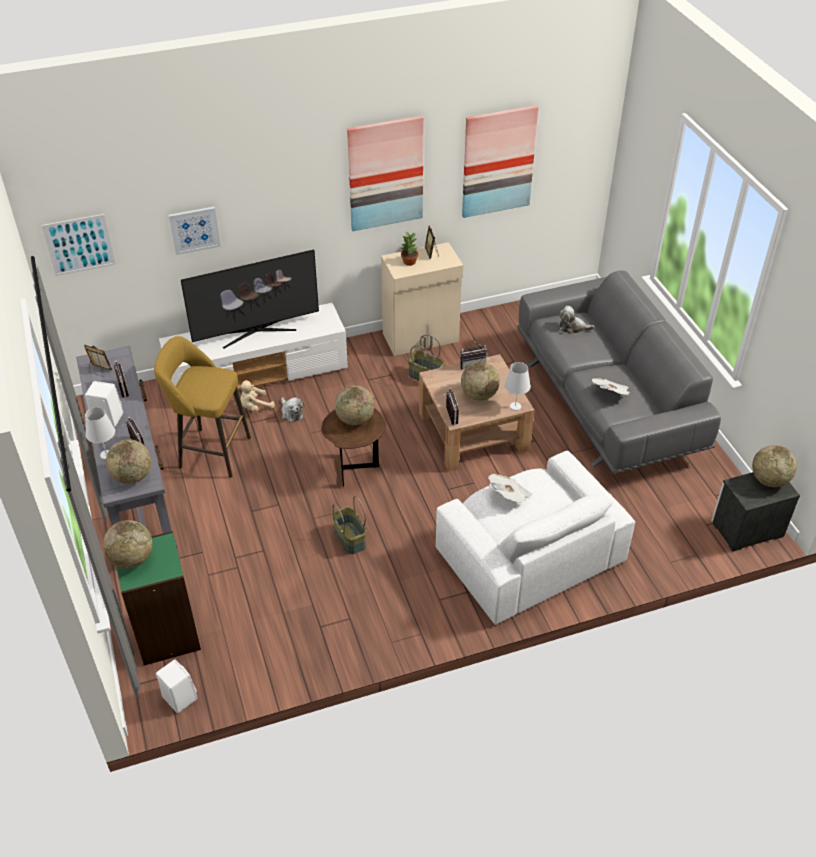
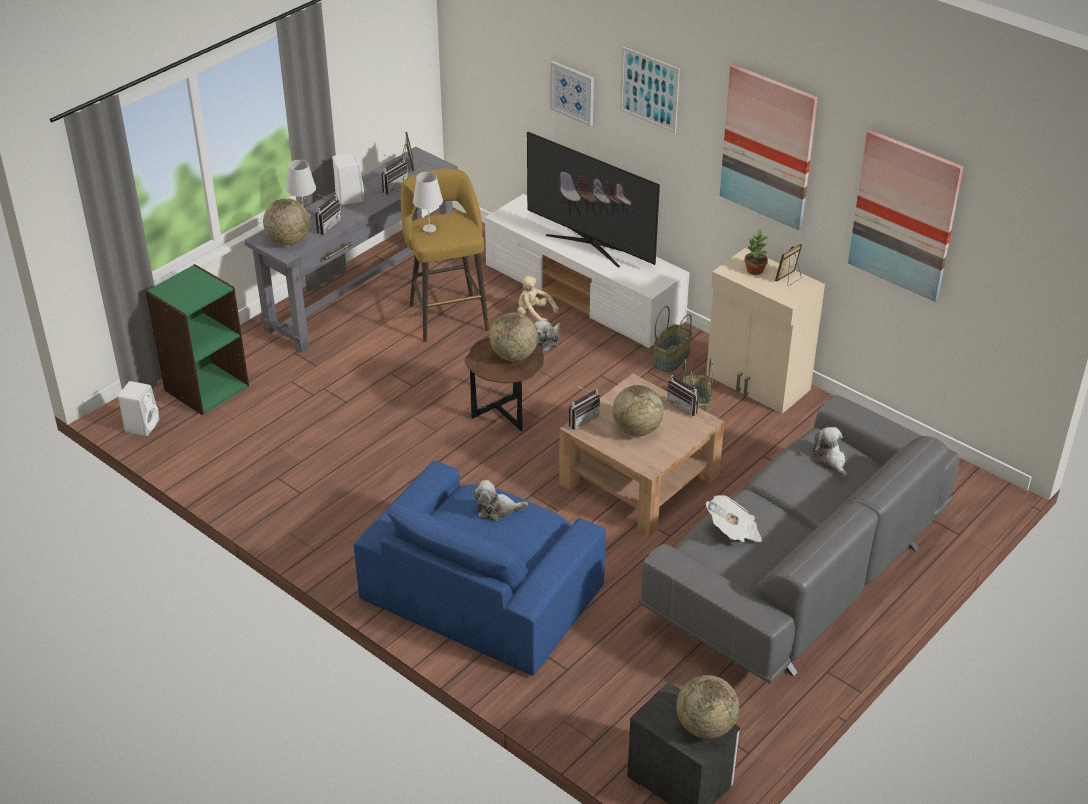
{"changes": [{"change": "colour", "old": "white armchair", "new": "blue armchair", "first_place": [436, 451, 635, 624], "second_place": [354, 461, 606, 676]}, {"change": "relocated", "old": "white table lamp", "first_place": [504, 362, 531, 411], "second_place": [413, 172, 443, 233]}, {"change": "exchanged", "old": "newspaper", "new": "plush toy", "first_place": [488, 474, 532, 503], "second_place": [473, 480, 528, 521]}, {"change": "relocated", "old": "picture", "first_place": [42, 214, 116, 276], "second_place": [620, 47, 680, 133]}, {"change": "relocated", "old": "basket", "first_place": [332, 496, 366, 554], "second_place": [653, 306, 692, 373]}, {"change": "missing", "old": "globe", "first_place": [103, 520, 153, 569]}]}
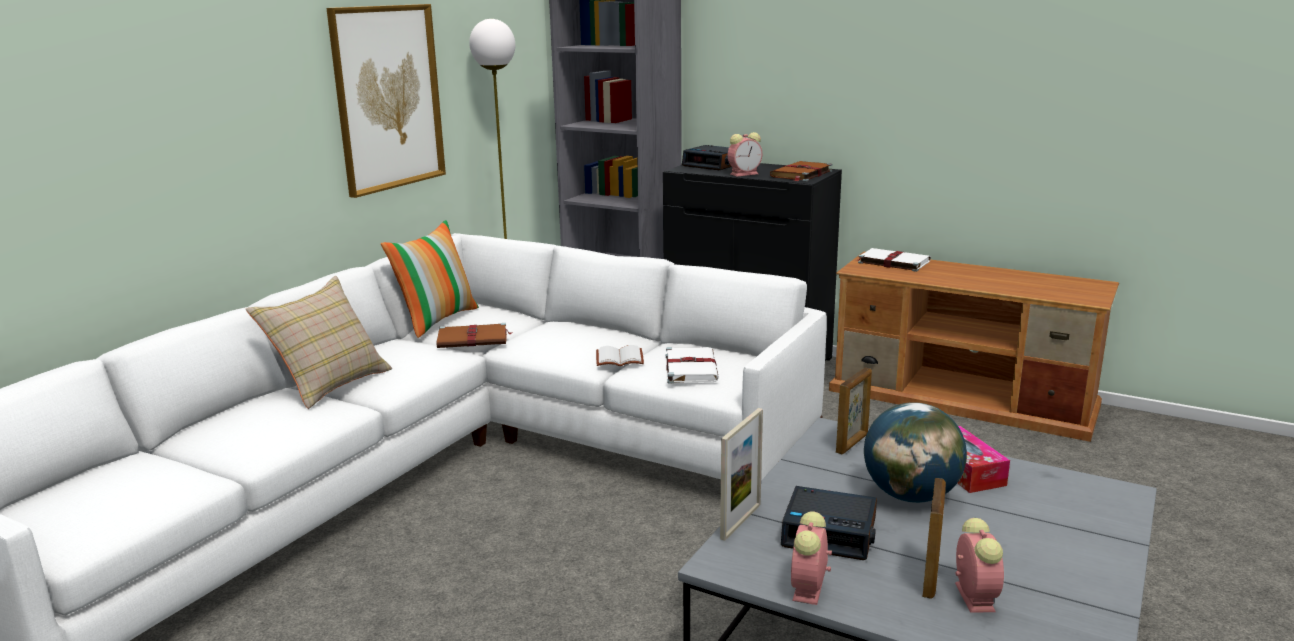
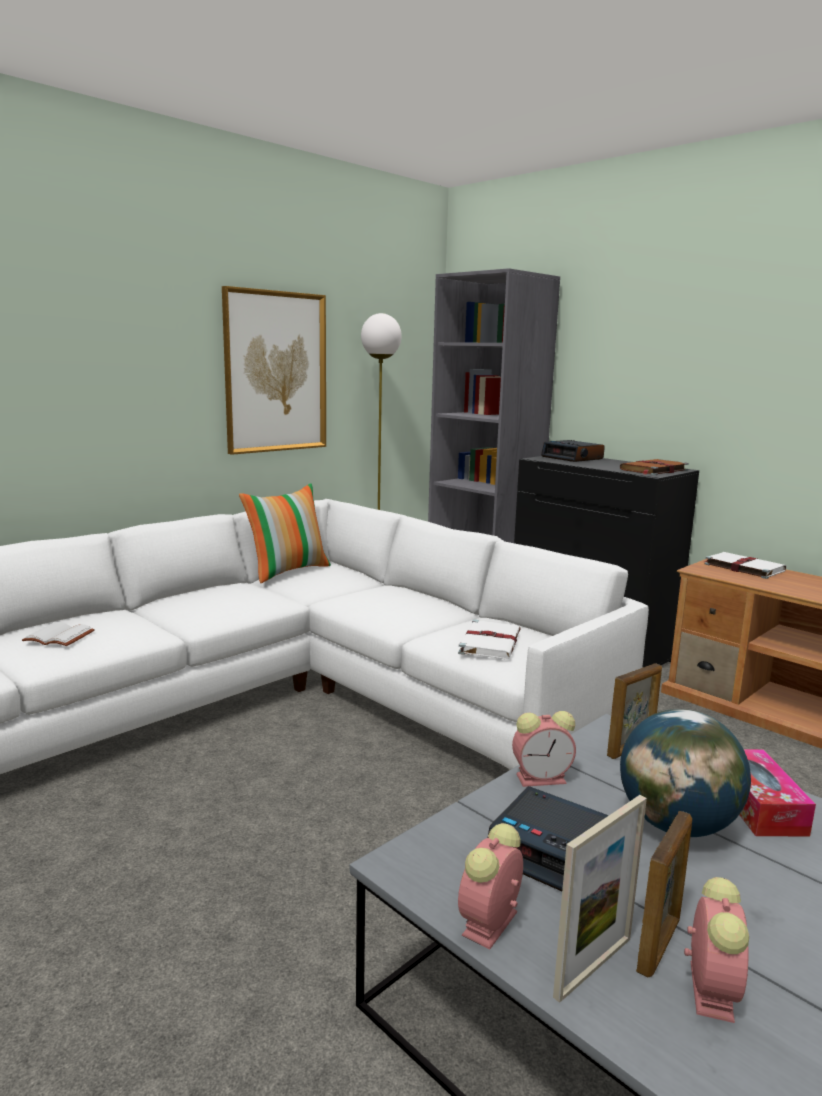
{"changes": [{"change": "relocated", "old": "white book", "first_place": [596, 345, 644, 366], "second_place": [22, 622, 95, 646]}, {"change": "relocated", "old": "alarm clock", "first_place": [727, 132, 762, 176], "second_place": [512, 711, 576, 787]}, {"change": "relocated", "old": "picture frame", "first_place": [720, 408, 763, 541], "second_place": [553, 795, 647, 1003]}, {"change": "missing", "old": "beige pillow", "first_place": [246, 276, 392, 409]}, {"change": "missing", "old": "brown book", "first_place": [437, 323, 513, 348]}]}
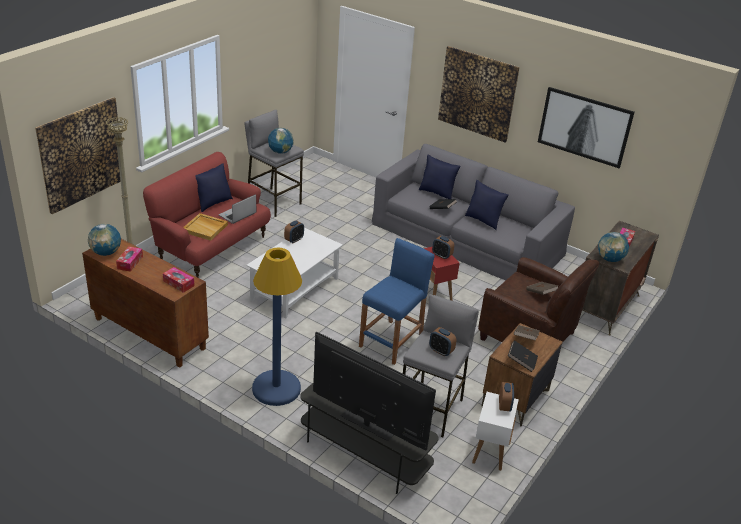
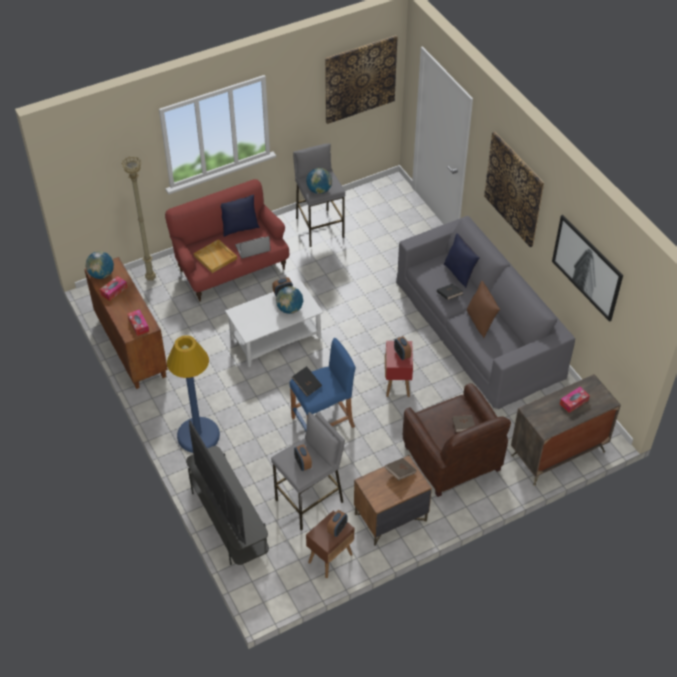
{"changes": [{"change": "relocated", "old": "globe", "first_place": [598, 232, 629, 262], "second_place": [276, 286, 303, 314]}, {"change": "relocated", "old": "black book", "first_place": [508, 340, 538, 372], "second_place": [292, 366, 322, 397]}, {"change": "colour", "old": "white side table", "new": "brown side table", "first_place": [472, 392, 519, 471], "second_place": [306, 511, 354, 578]}, {"change": "relocated", "old": "picture", "first_place": [35, 97, 121, 214], "second_place": [325, 35, 398, 124]}, {"change": "colour", "old": "blue pillow", "new": "brown pillow", "first_place": [465, 180, 509, 230], "second_place": [467, 281, 500, 338]}]}
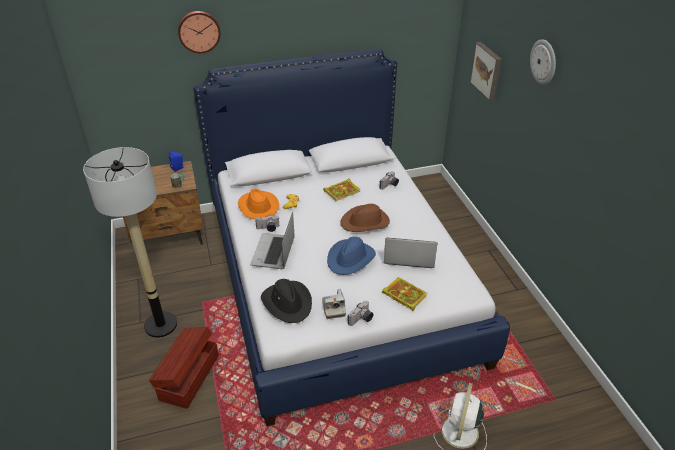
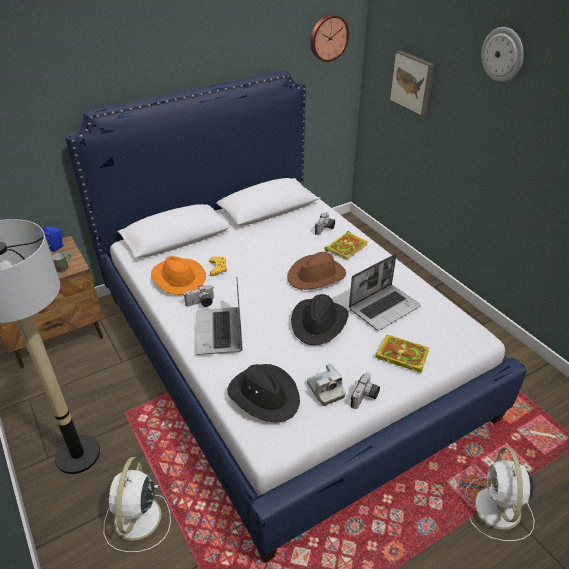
{"changes": [{"change": "exchanged", "old": "brown storage box", "new": "white fan", "first_place": [149, 326, 219, 409], "second_place": [104, 457, 171, 552]}, {"change": "colour", "old": "blue hat", "new": "black hat", "first_place": [327, 237, 376, 275], "second_place": [291, 294, 349, 345]}, {"change": "relocated", "old": "wall clock", "first_place": [178, 11, 221, 53], "second_place": [310, 14, 349, 62]}, {"change": "relocated", "old": "book", "first_place": [323, 178, 360, 201], "second_place": [324, 231, 368, 260]}, {"change": "spun", "old": "laptop", "first_place": [384, 238, 438, 268], "second_place": [349, 254, 421, 331], "degrees": 150}]}
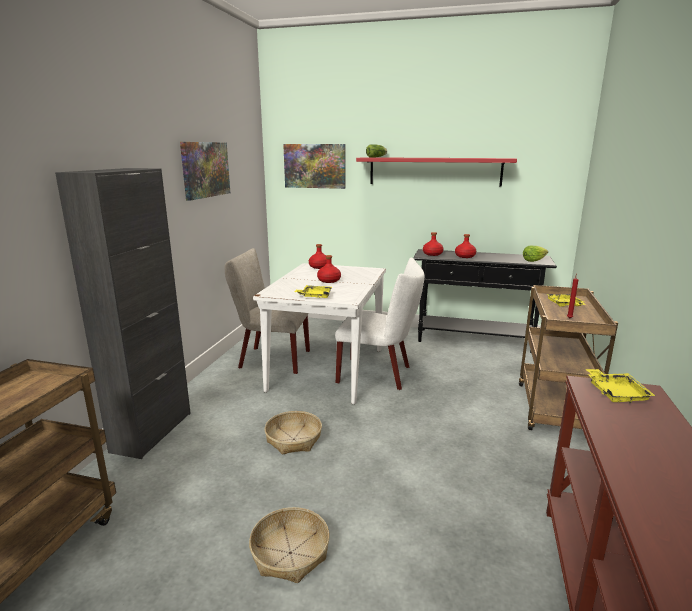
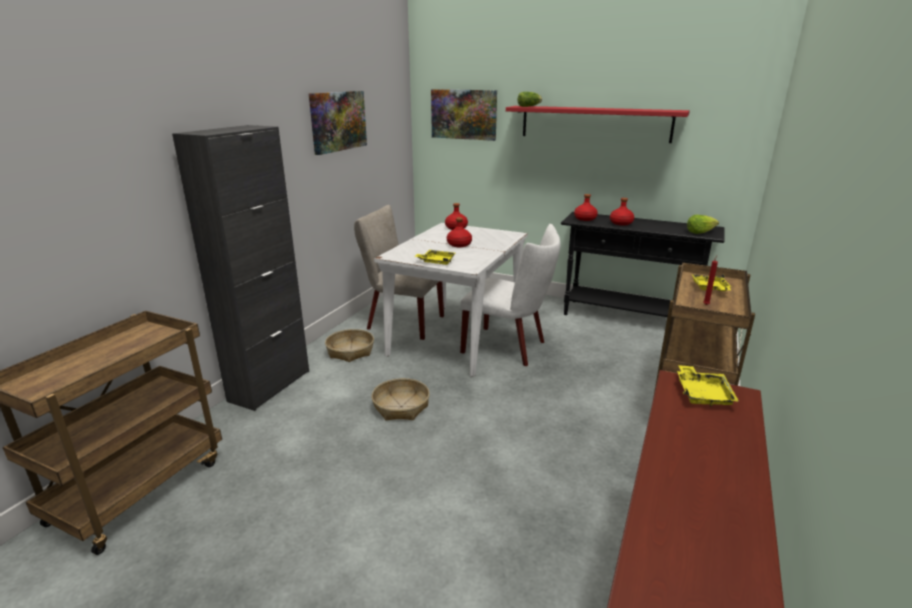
{"changes": [{"change": "relocated", "old": "basket", "first_place": [249, 507, 330, 583], "second_place": [325, 329, 374, 362]}]}
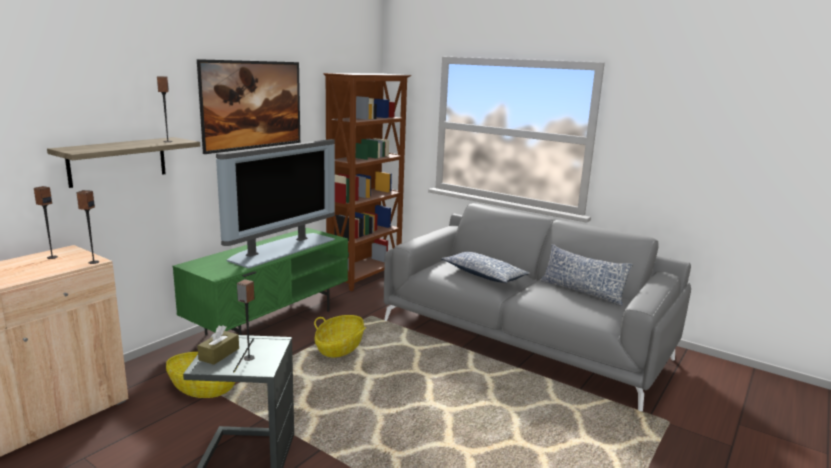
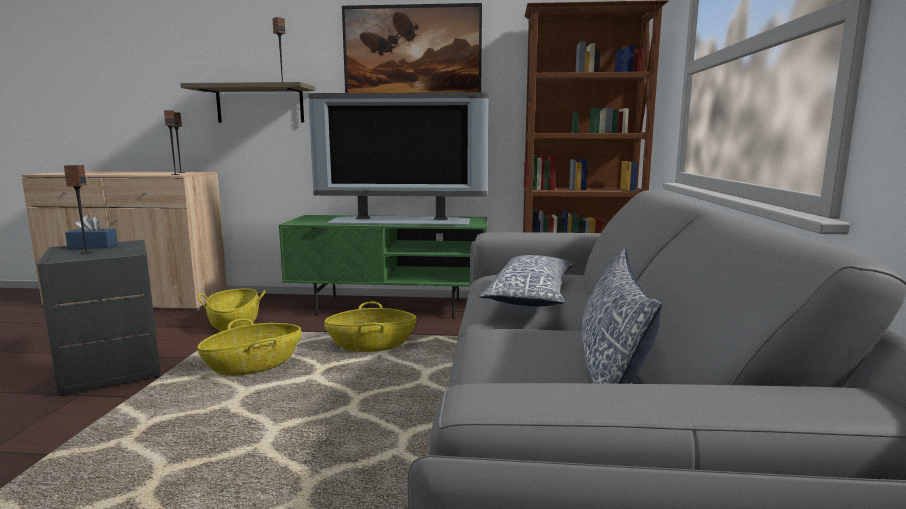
{"changes": [{"change": "colour", "old": "brown tissue box", "new": "blue tissue box", "first_place": [197, 325, 239, 365], "second_place": [65, 215, 118, 249]}, {"change": "appeared", "new": "basket", "second_place": [197, 319, 301, 376]}]}
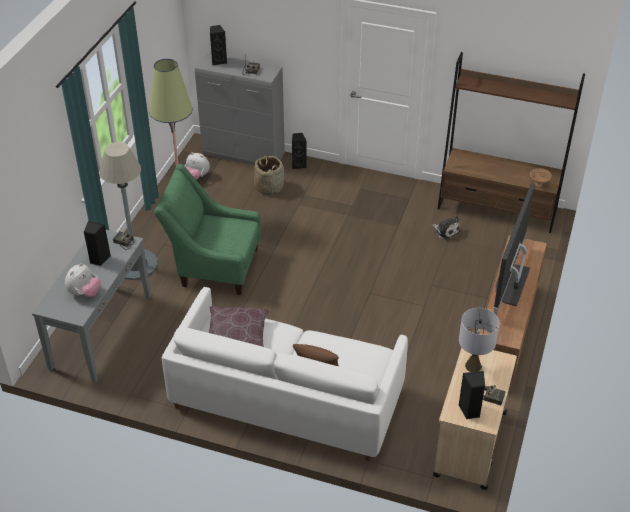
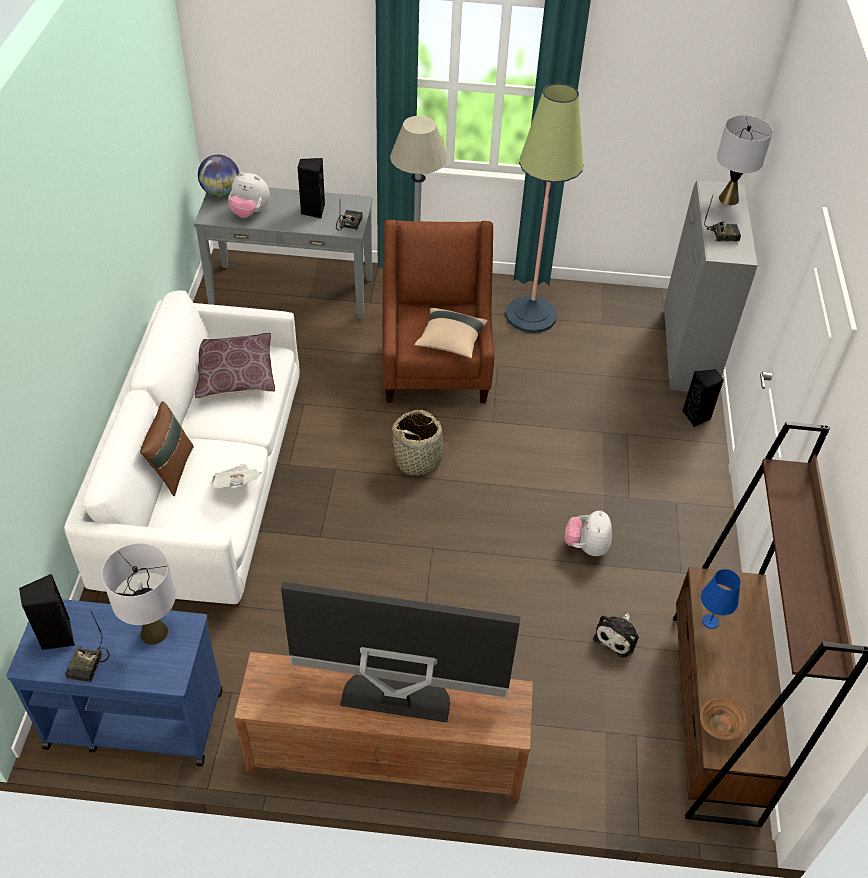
{"changes": [{"change": "colour", "old": "beige cart", "new": "blue cart", "first_place": [433, 347, 517, 490], "second_place": [7, 599, 223, 767]}, {"change": "appeared", "new": "globe", "second_place": [198, 155, 239, 197]}, {"change": "appeared", "new": "newspaper", "second_place": [210, 464, 261, 488]}, {"change": "colour", "old": "green armchair", "new": "brown armchair", "first_place": [154, 164, 261, 295], "second_place": [382, 220, 494, 403]}, {"change": "relocated", "old": "basket", "first_place": [254, 156, 284, 195], "second_place": [389, 410, 453, 477]}, {"change": "appeared", "new": "beige pillow", "second_place": [414, 308, 488, 358]}, {"change": "relocated", "old": "plush toy", "first_place": [185, 153, 210, 180], "second_place": [565, 511, 612, 556]}, {"change": "appeared", "new": "blue table lamp", "second_place": [701, 569, 741, 629]}, {"change": "exchanged", "old": "black speaker", "new": "grey table lamp", "first_place": [210, 25, 227, 66], "second_place": [717, 115, 773, 205]}]}
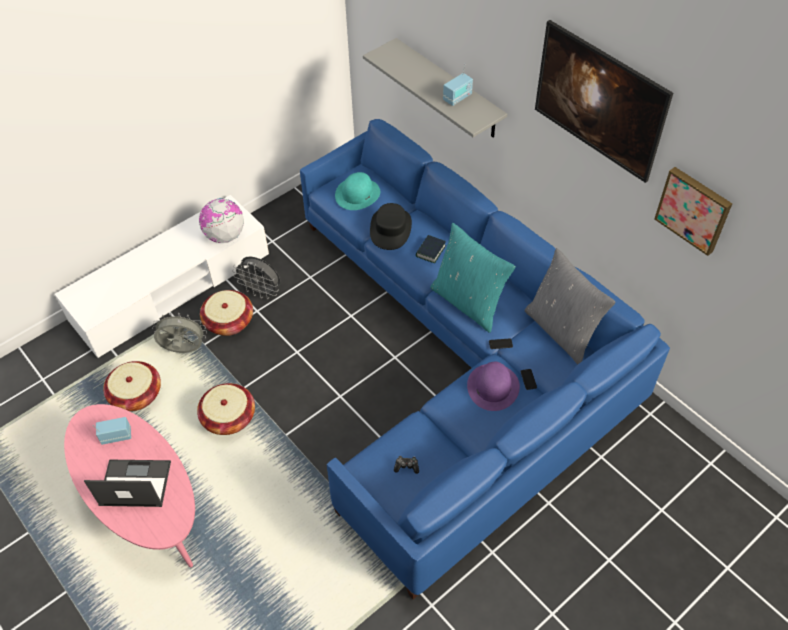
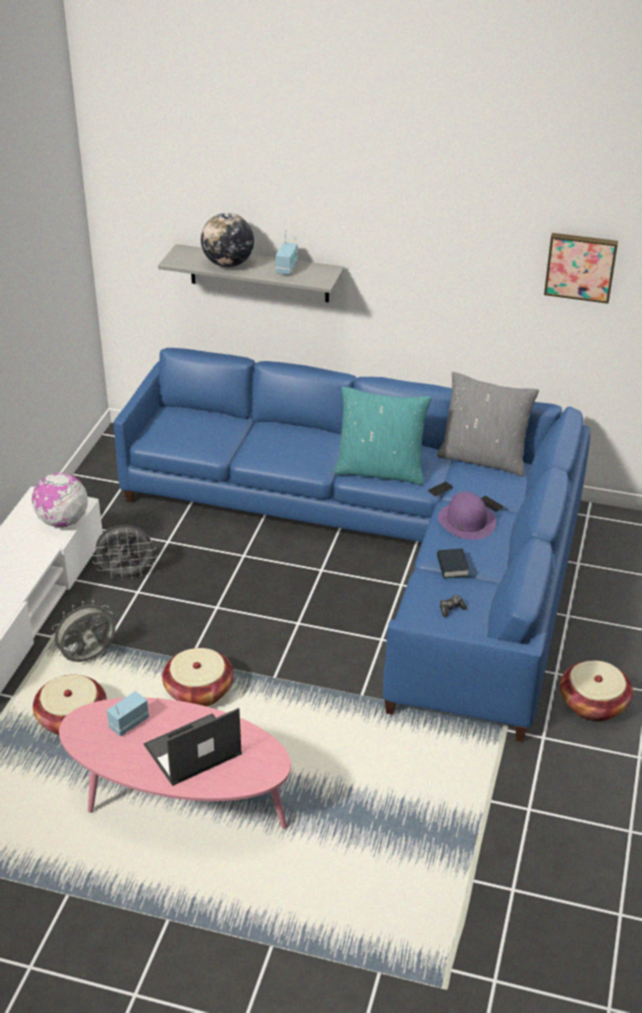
{"changes": [{"change": "appeared", "new": "globe", "second_place": [201, 213, 254, 267]}, {"change": "relocated", "old": "book", "first_place": [416, 235, 446, 263], "second_place": [437, 549, 469, 578]}, {"change": "relocated", "old": "basket", "first_place": [200, 290, 253, 336], "second_place": [560, 661, 633, 721]}, {"change": "missing", "old": "turquoise hat", "first_place": [335, 172, 380, 210]}, {"change": "missing", "old": "black hat", "first_place": [370, 203, 412, 250]}, {"change": "missing", "old": "picture", "first_place": [535, 20, 673, 183]}]}
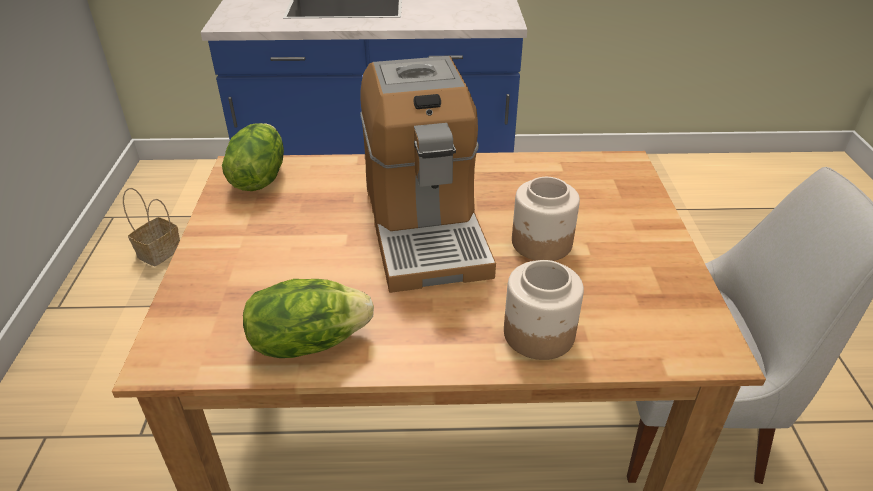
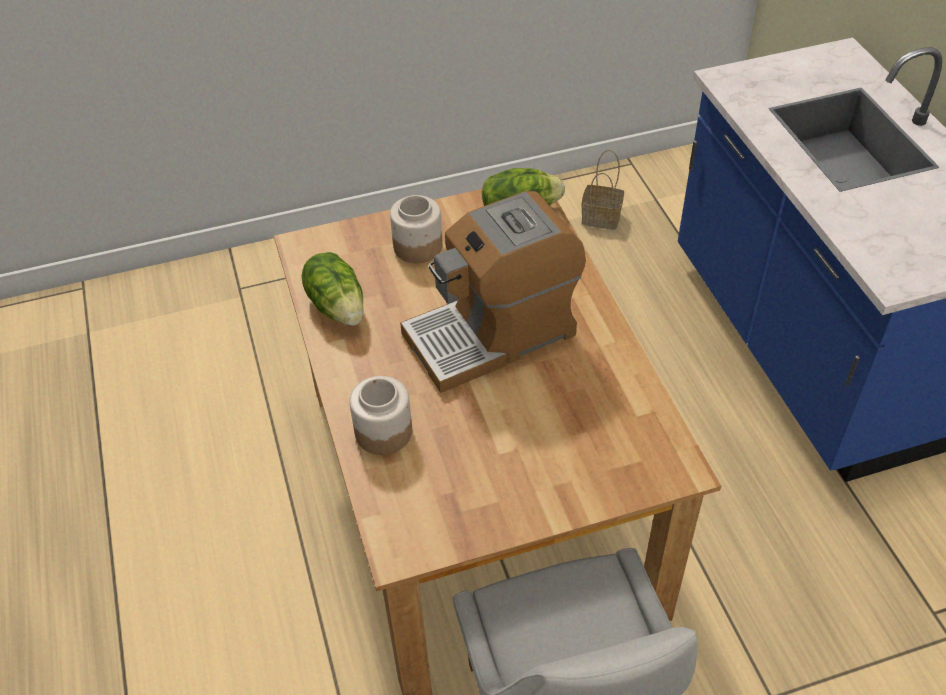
{"changes": [{"change": "relocated", "old": "jar", "first_place": [512, 177, 580, 261], "second_place": [390, 195, 443, 263]}]}
